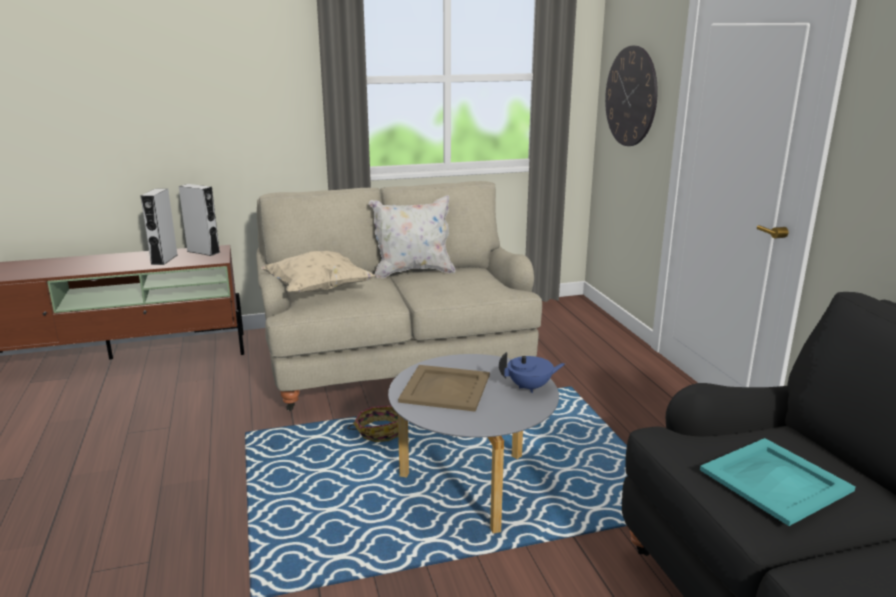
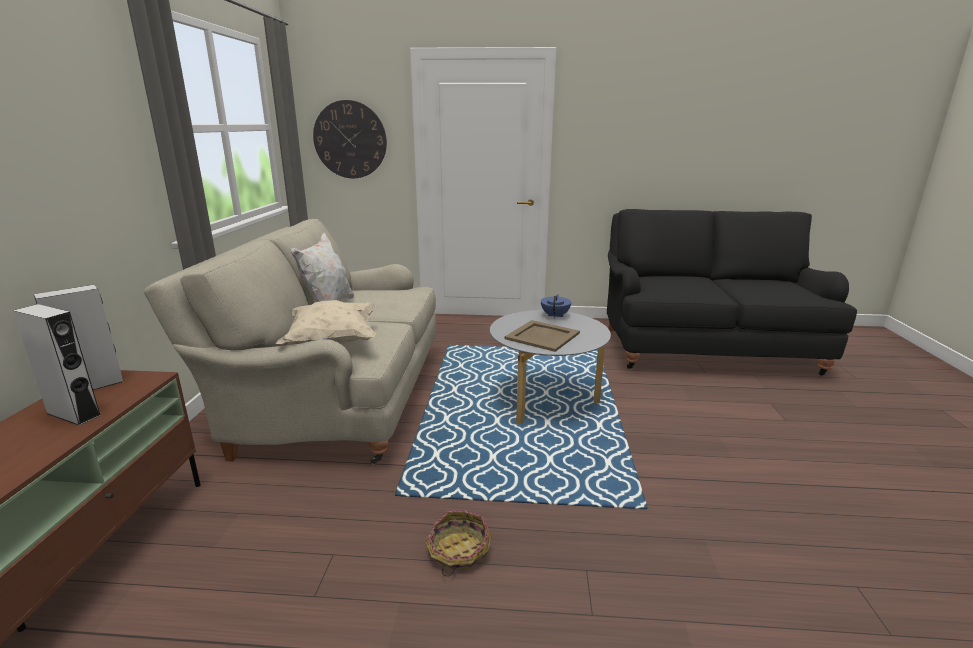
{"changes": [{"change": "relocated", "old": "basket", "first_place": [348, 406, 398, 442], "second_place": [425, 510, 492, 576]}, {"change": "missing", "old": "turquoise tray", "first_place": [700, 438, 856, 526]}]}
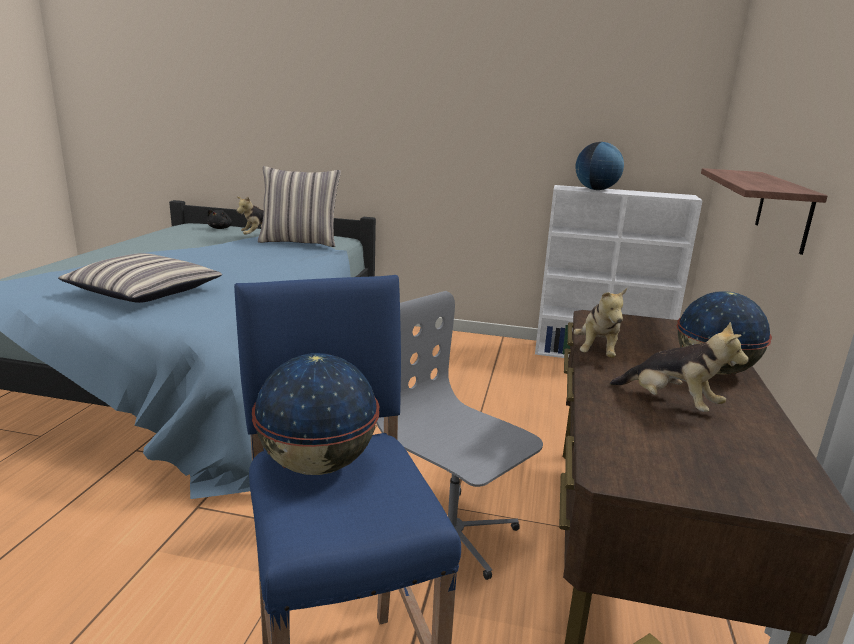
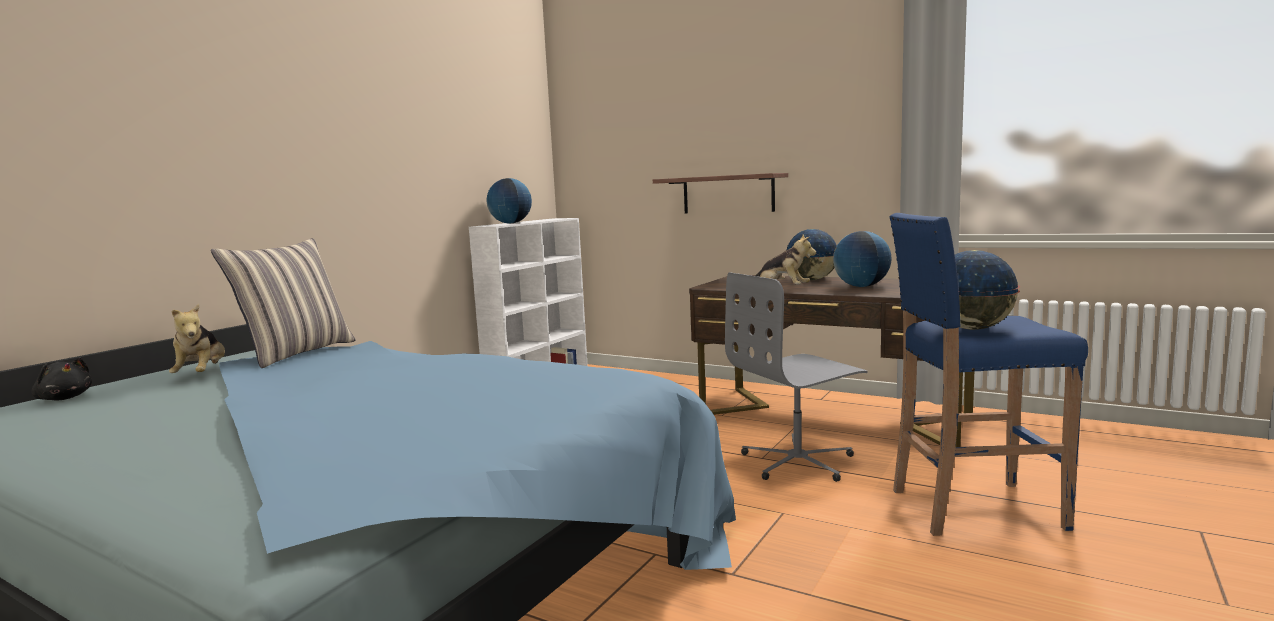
{"changes": [{"change": "exchanged", "old": "plush toy", "new": "globe", "first_place": [609, 322, 748, 412], "second_place": [833, 231, 892, 287]}, {"change": "missing", "old": "pillow", "first_place": [58, 253, 222, 303]}]}
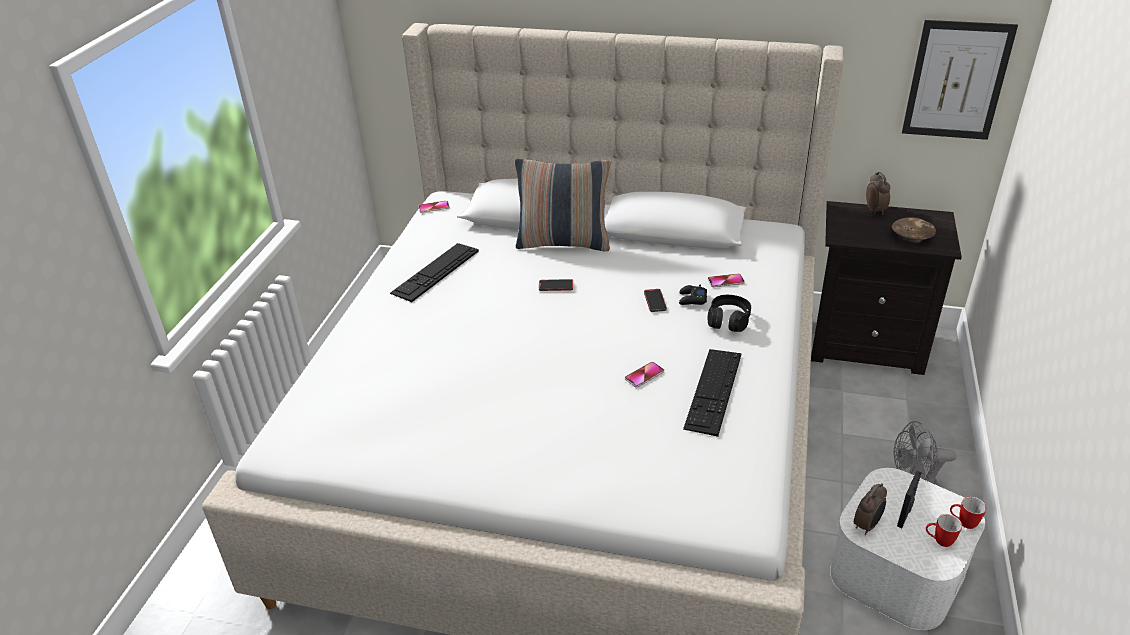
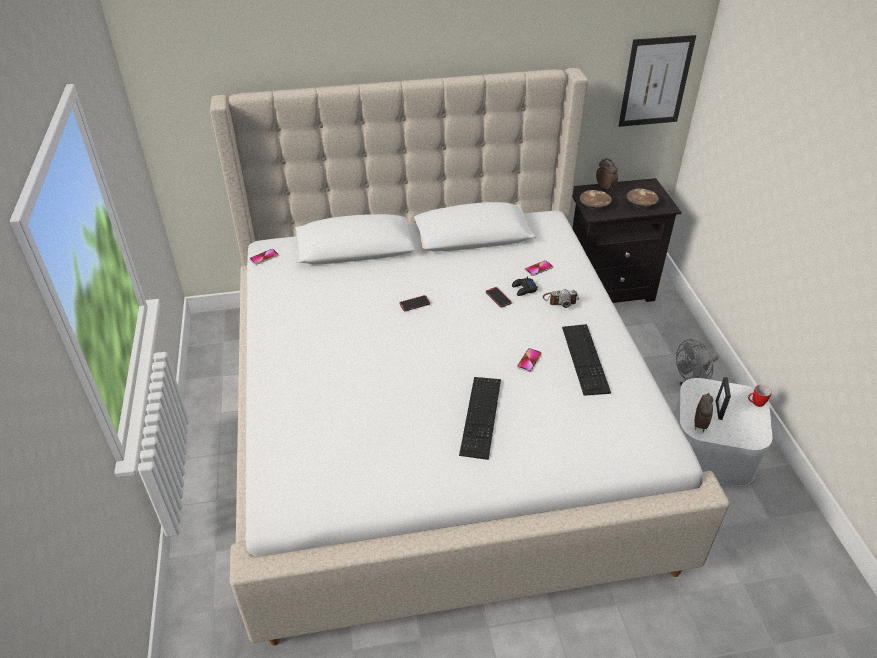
{"changes": [{"change": "relocated", "old": "keyboard", "first_place": [390, 243, 479, 302], "second_place": [459, 377, 501, 460]}, {"change": "exchanged", "old": "black headphones", "new": "photo camera", "first_place": [708, 295, 751, 332], "second_place": [543, 289, 579, 308]}, {"change": "appeared", "new": "brown bowl", "second_place": [580, 190, 612, 210]}, {"change": "missing", "old": "pillow", "first_place": [515, 159, 610, 252]}, {"change": "missing", "old": "mug", "first_place": [926, 514, 962, 547]}]}
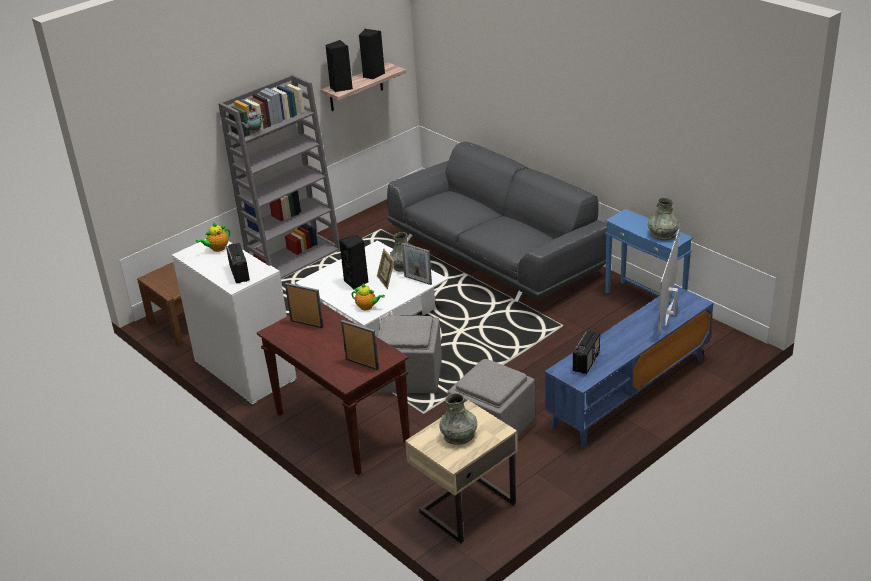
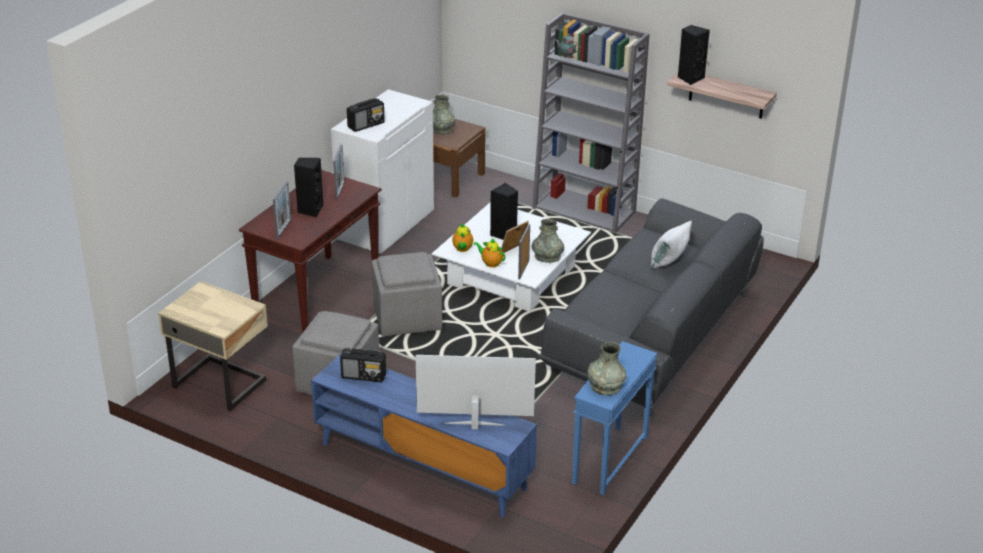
{"changes": [{"change": "relocated", "old": "black speaker", "first_place": [359, 29, 385, 79], "second_place": [294, 158, 323, 217]}, {"change": "relocated", "old": "grey vase", "first_place": [439, 393, 477, 445], "second_place": [433, 95, 456, 134]}, {"change": "relocated", "old": "teapot", "first_place": [196, 222, 230, 252], "second_place": [473, 238, 506, 268]}, {"change": "appeared", "new": "white pillow", "second_place": [650, 220, 692, 269]}]}
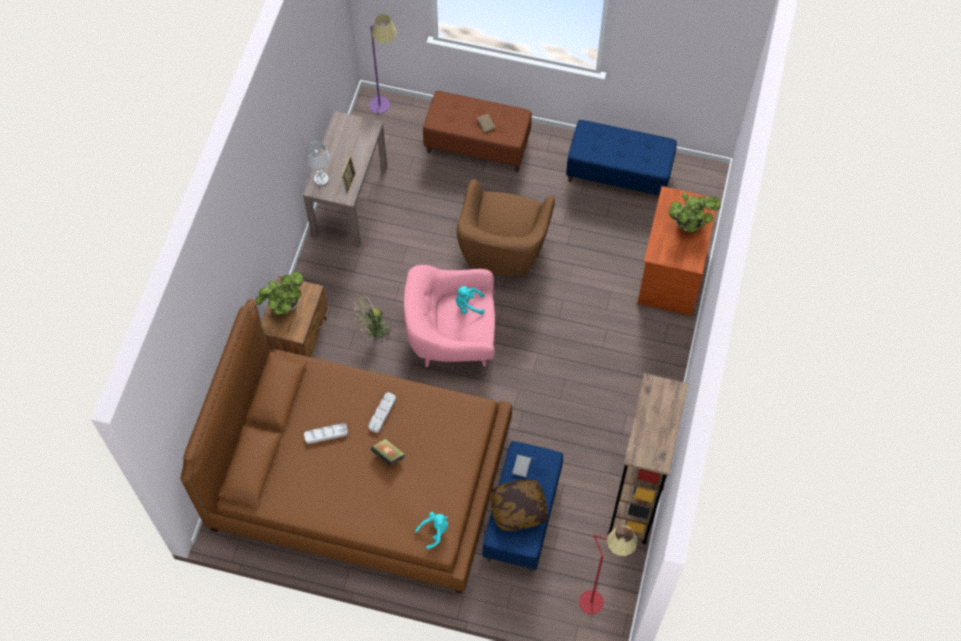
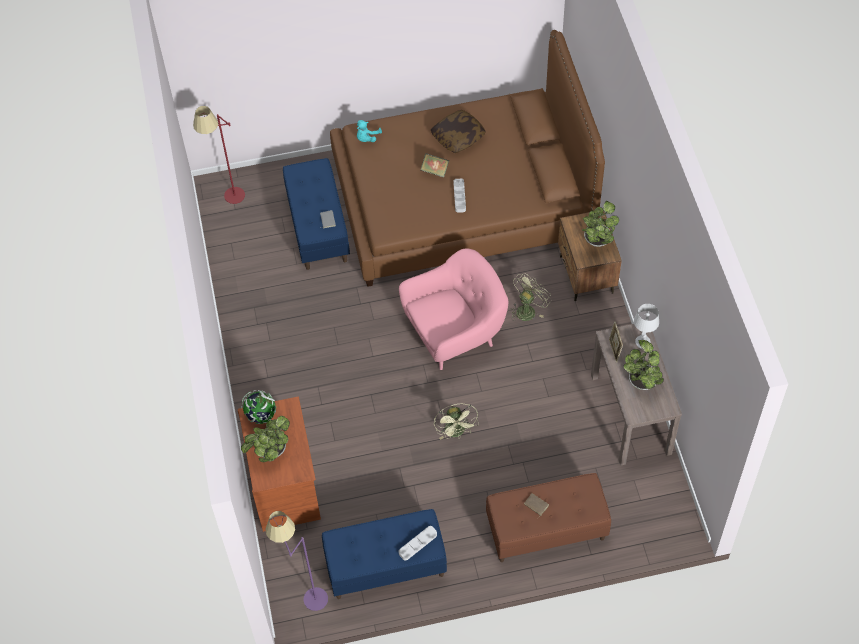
{"changes": [{"change": "appeared", "new": "globe", "second_place": [241, 390, 276, 424]}, {"change": "relocated", "old": "purple floor lamp", "first_place": [369, 14, 397, 113], "second_place": [266, 511, 328, 611]}, {"change": "relocated", "old": "grey tray", "first_place": [304, 423, 348, 444], "second_place": [399, 526, 437, 561]}, {"change": "relocated", "old": "pillow", "first_place": [490, 480, 548, 531], "second_place": [431, 110, 486, 153]}, {"change": "exchanged", "old": "brown armchair", "new": "green fan", "first_place": [457, 179, 555, 279], "second_place": [434, 404, 479, 440]}, {"change": "appeared", "new": "potted plant", "second_place": [623, 340, 664, 390]}, {"change": "missing", "old": "turquoise plush toy", "first_place": [456, 286, 484, 315]}, {"change": "missing", "old": "brown bookcase", "first_place": [607, 373, 688, 545]}]}
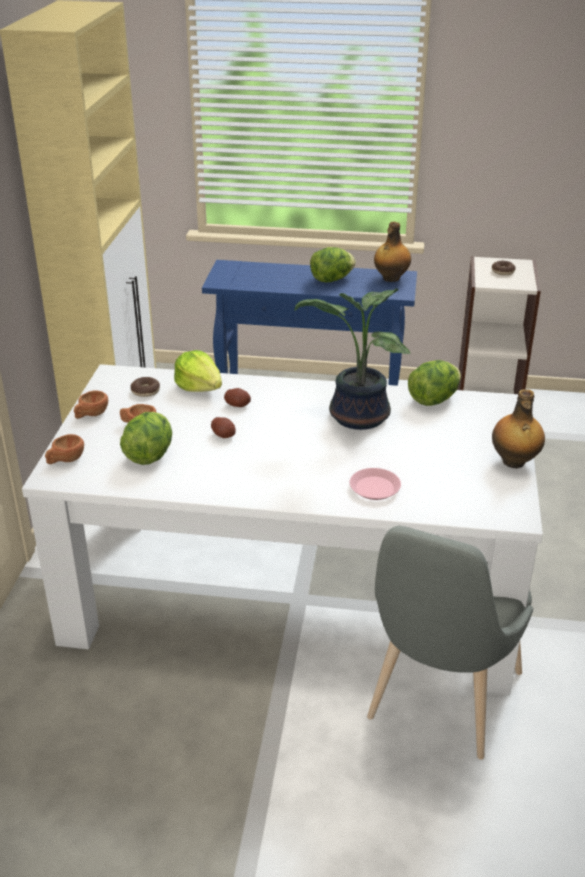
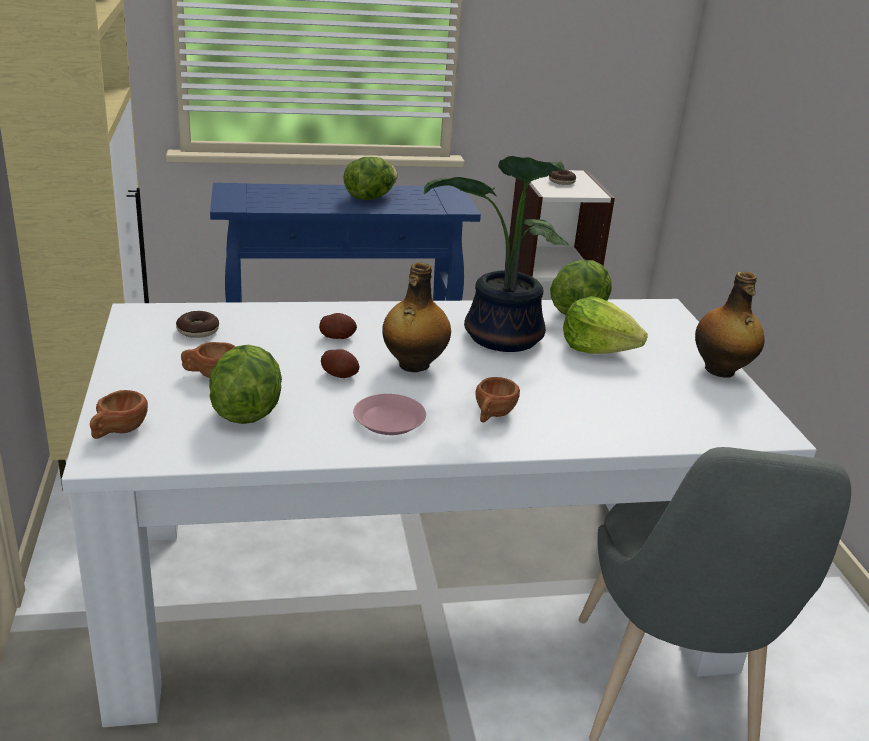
{"changes": [{"change": "relocated", "old": "pink plate", "first_place": [350, 468, 401, 500], "second_place": [353, 394, 426, 435]}, {"change": "relocated", "old": "bottle", "first_place": [374, 221, 411, 282], "second_place": [382, 262, 451, 372]}, {"change": "relocated", "old": "brown cup", "first_place": [74, 390, 108, 419], "second_place": [475, 377, 520, 423]}, {"change": "relocated", "old": "lettuce", "first_place": [174, 350, 222, 392], "second_place": [563, 296, 648, 354]}]}
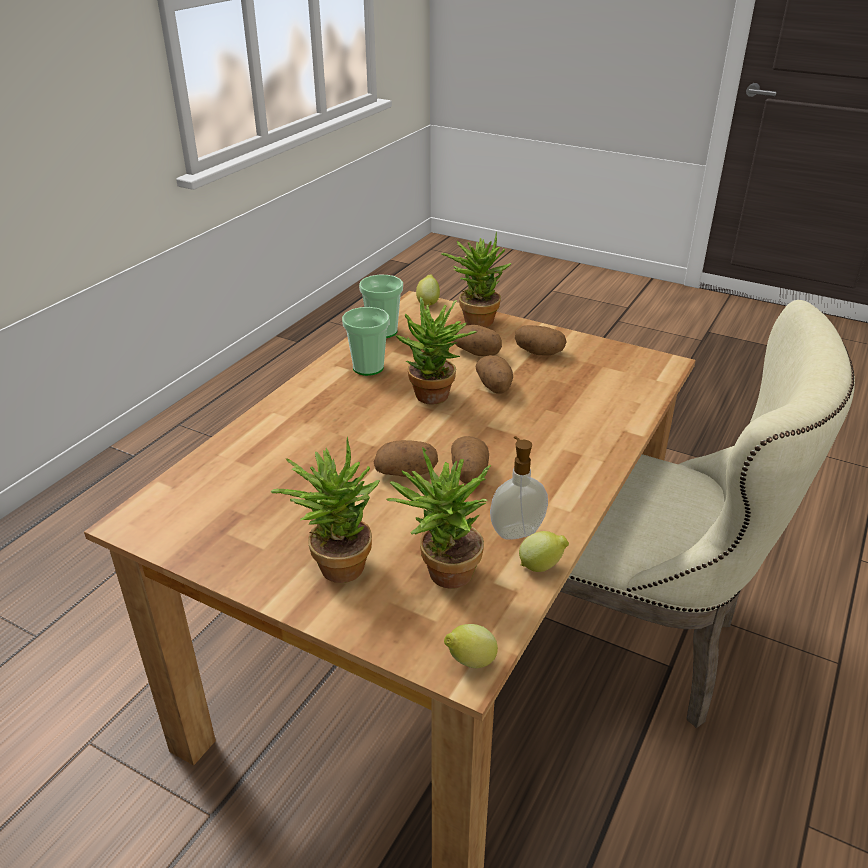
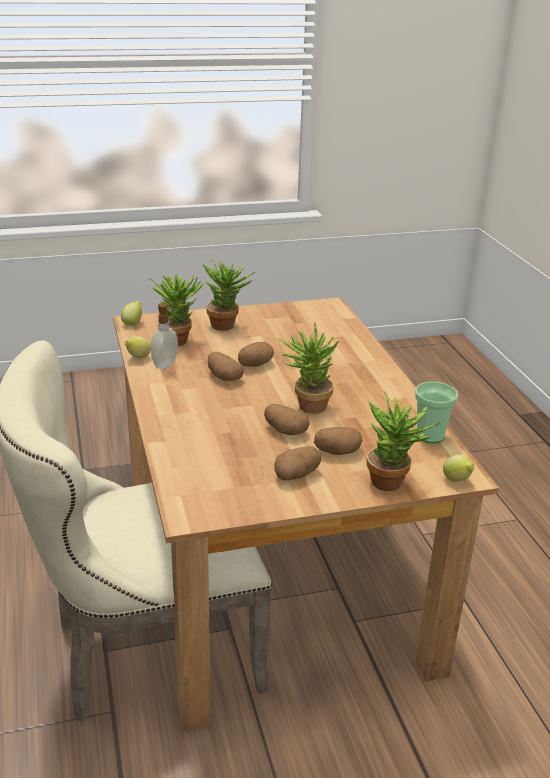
{"changes": [{"change": "missing", "old": "cup", "first_place": [342, 307, 389, 376]}]}
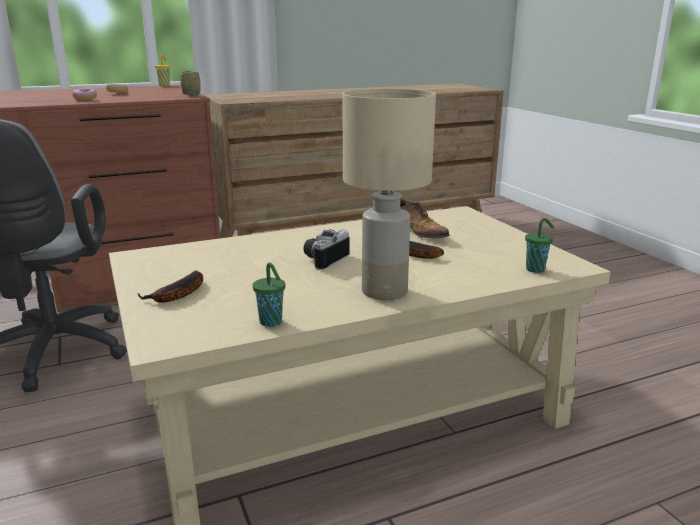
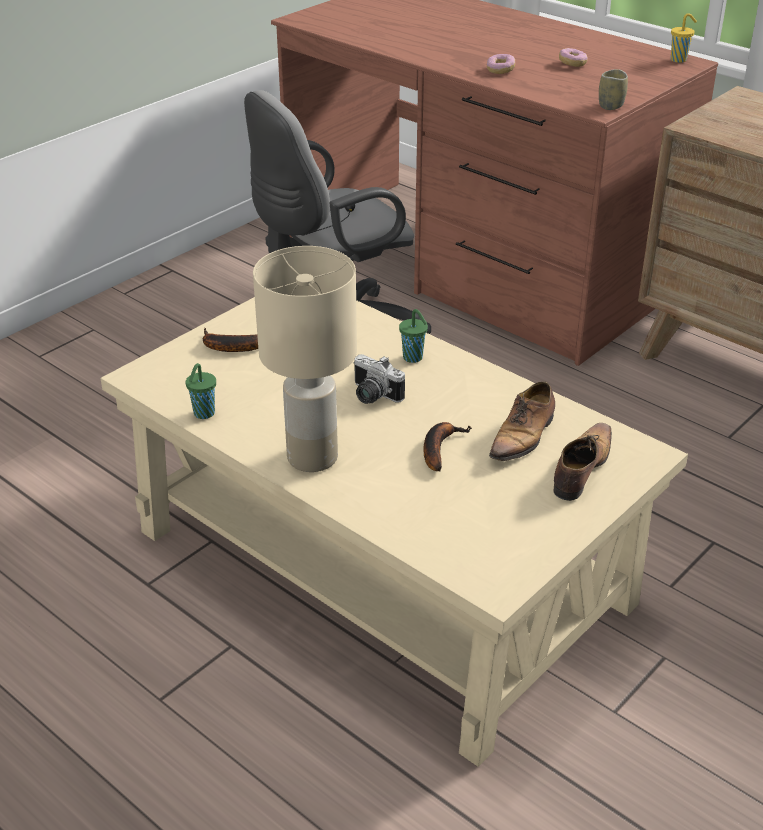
{"changes": [{"change": "spun", "old": "photo camera", "first_place": [304, 229, 350, 270], "second_place": [353, 354, 405, 404], "degrees": -150}, {"change": "relocated", "old": "green cup", "first_place": [525, 218, 554, 273], "second_place": [399, 309, 428, 363]}, {"change": "appeared", "new": "shoe", "second_place": [553, 423, 612, 501]}]}
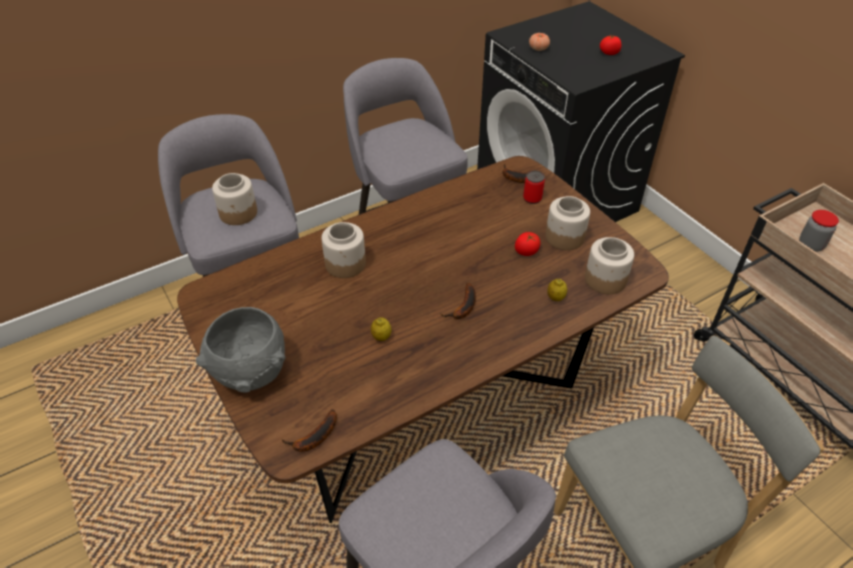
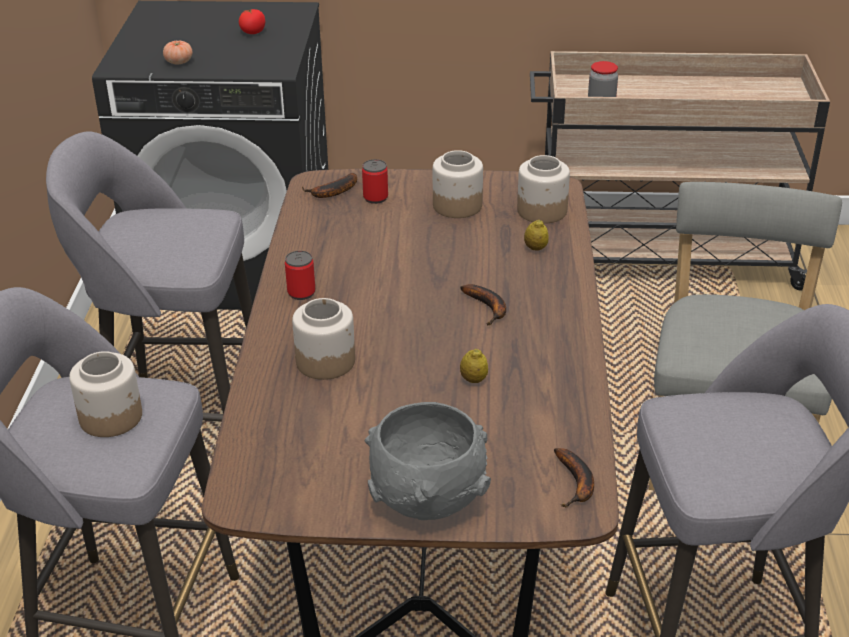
{"changes": [{"change": "appeared", "new": "can", "second_place": [285, 251, 315, 300]}, {"change": "missing", "old": "tomato", "first_place": [515, 232, 540, 256]}]}
